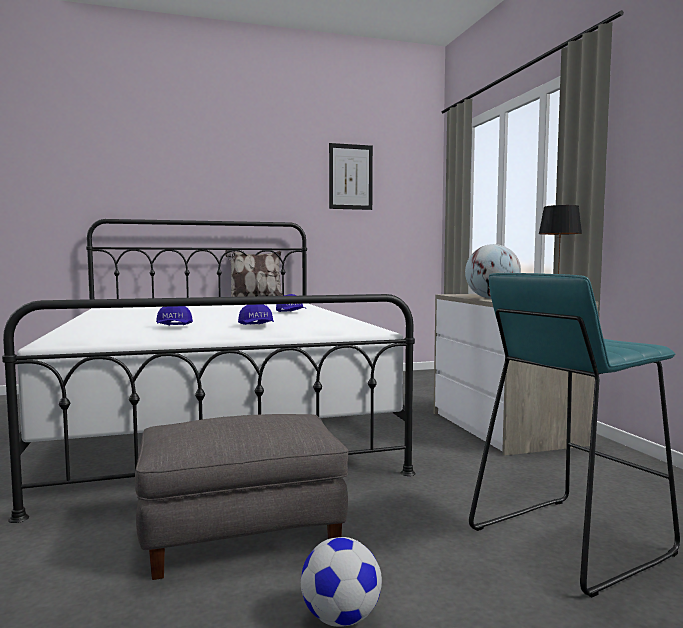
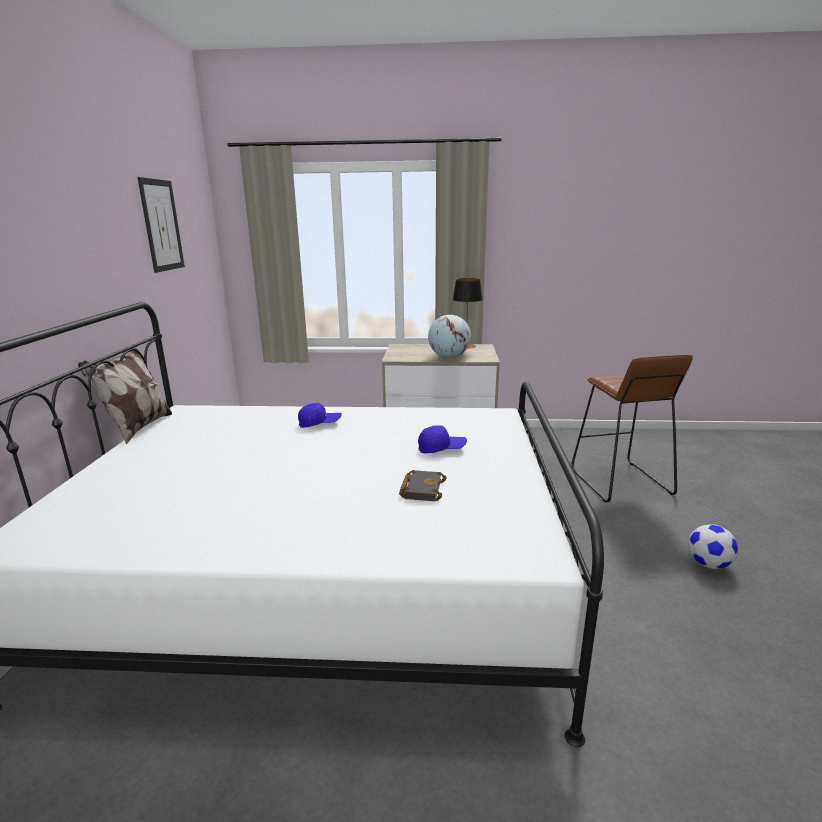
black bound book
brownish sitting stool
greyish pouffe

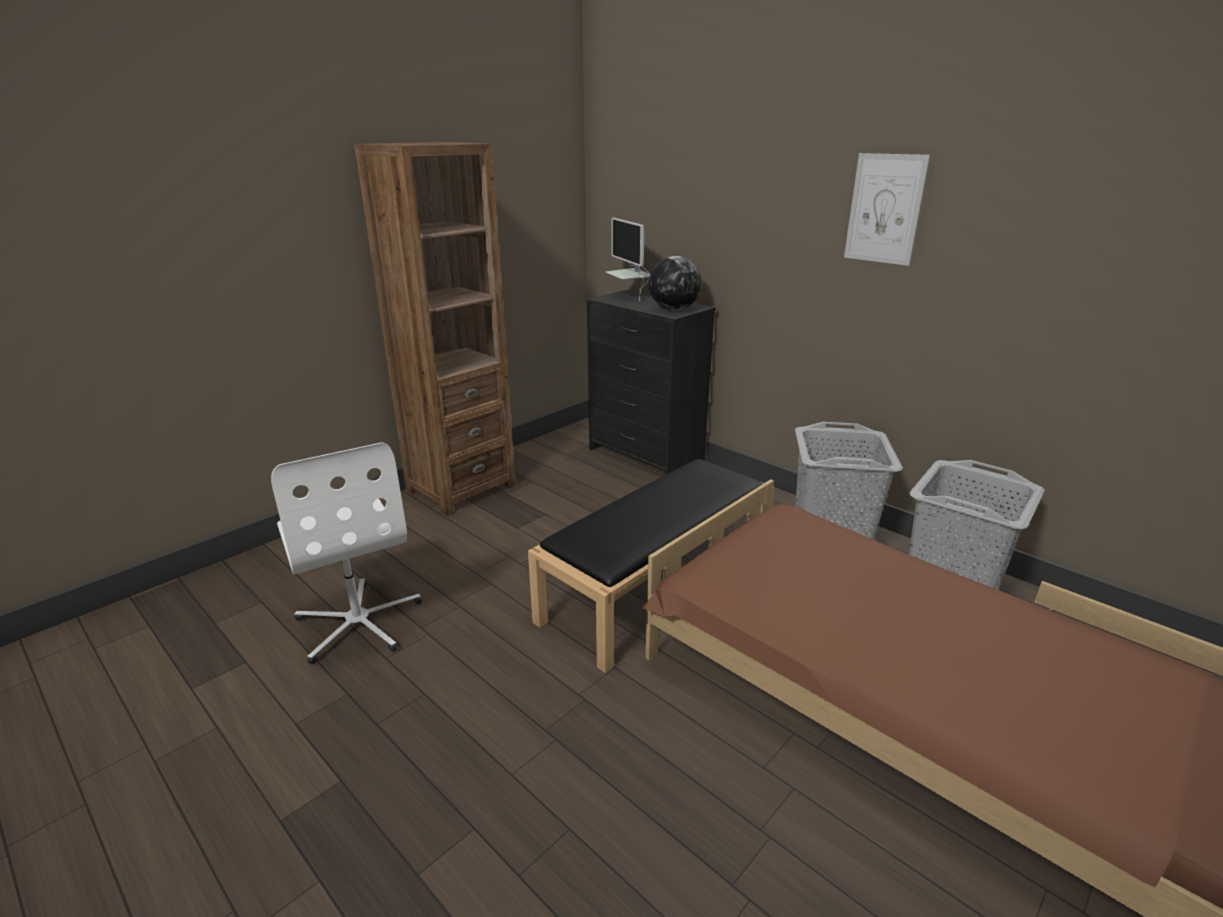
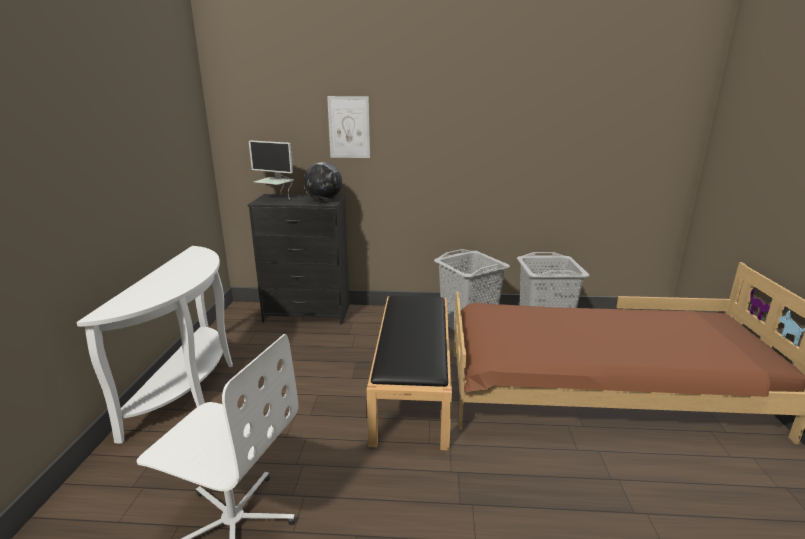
white narrow table
picture

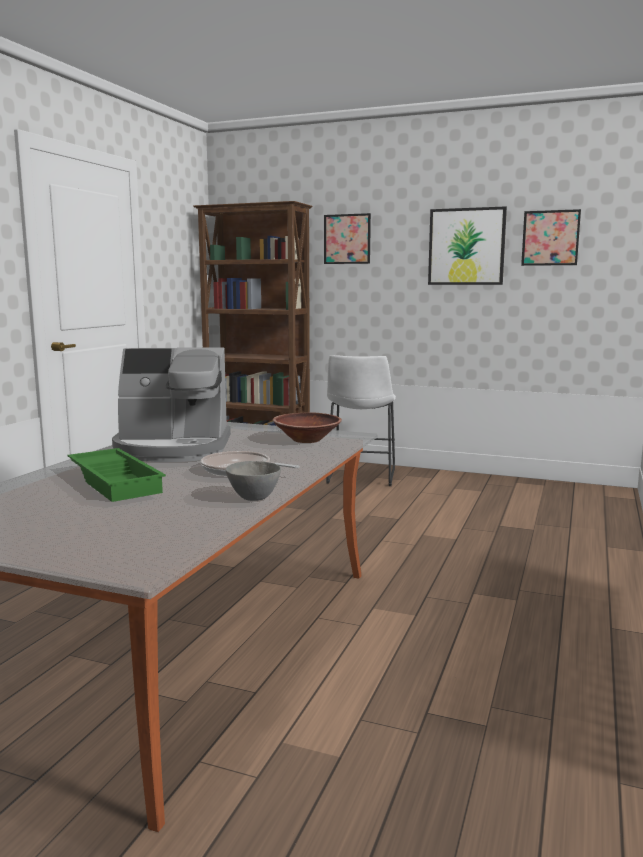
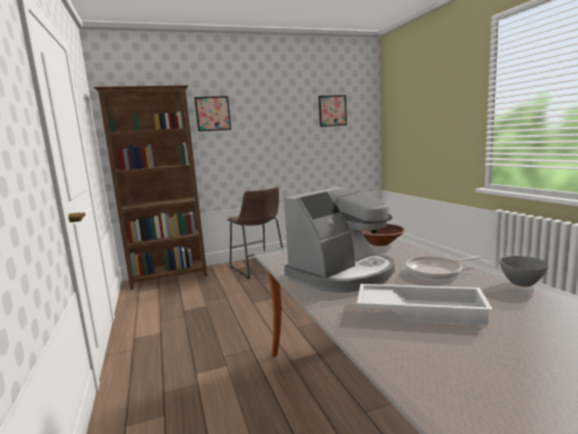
brownish sitting stool
white carrying tray
picture (2nd from left in the first image)

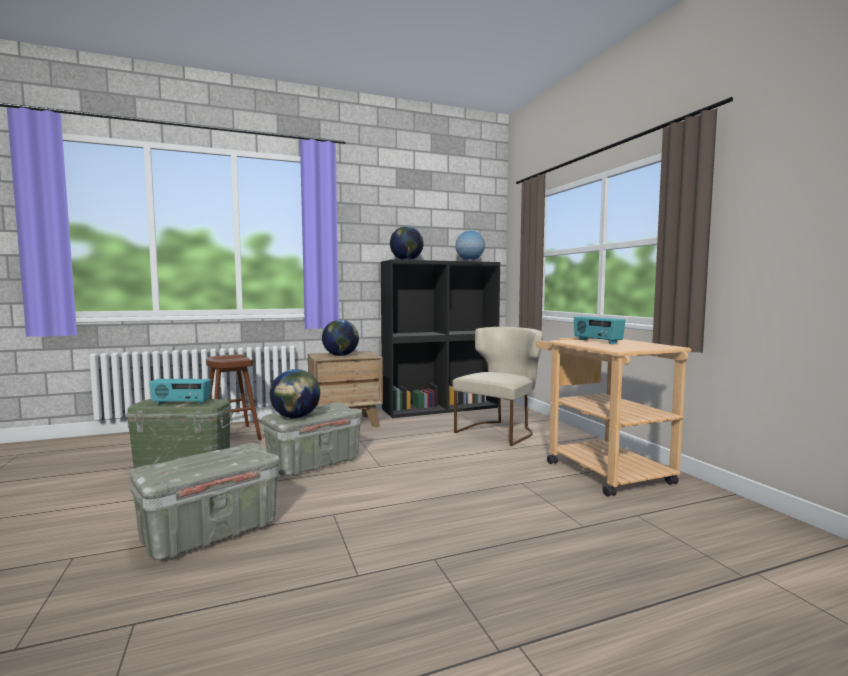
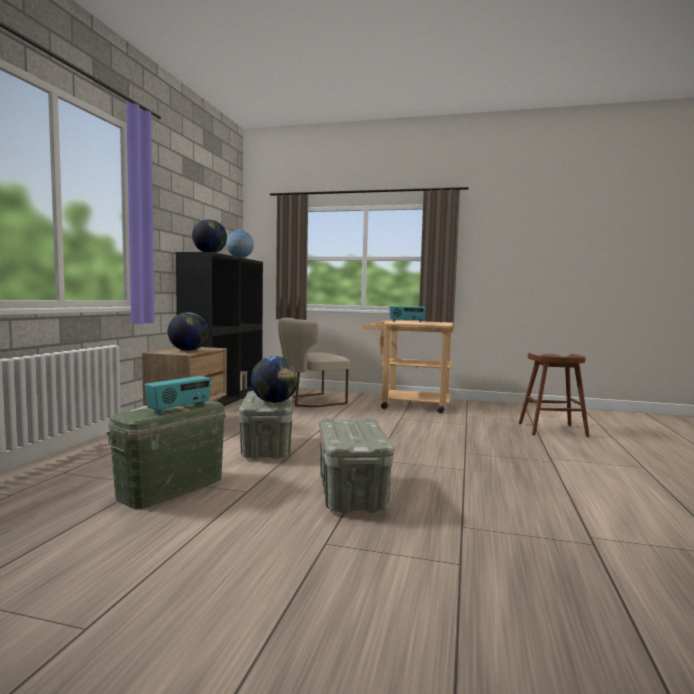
beige-coloured upright chair
brownish sitting stool

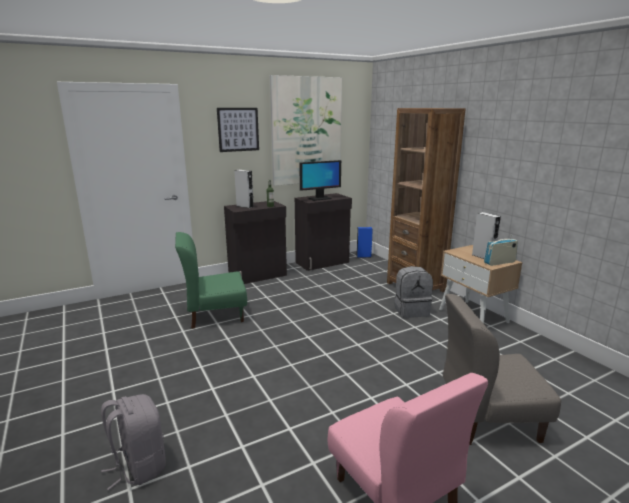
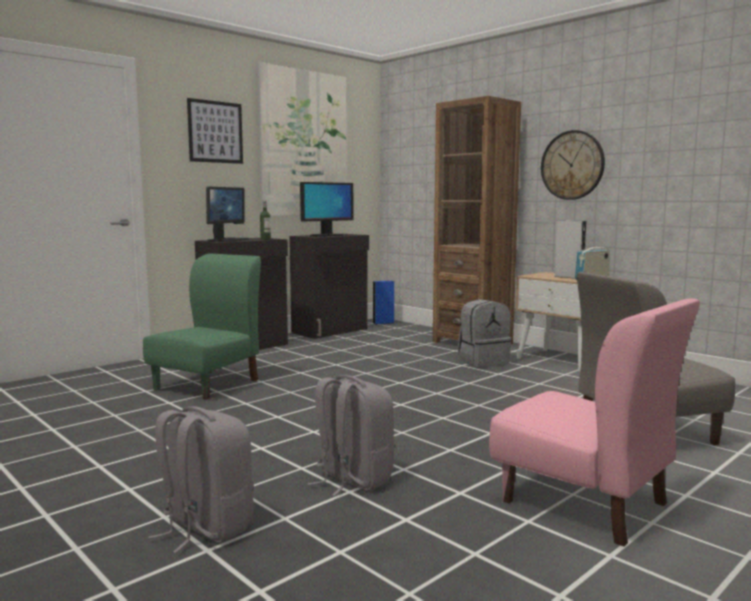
greenish upright chair
monitor (1st from left)
greyish backpack (2nd from left)
clock on the wall

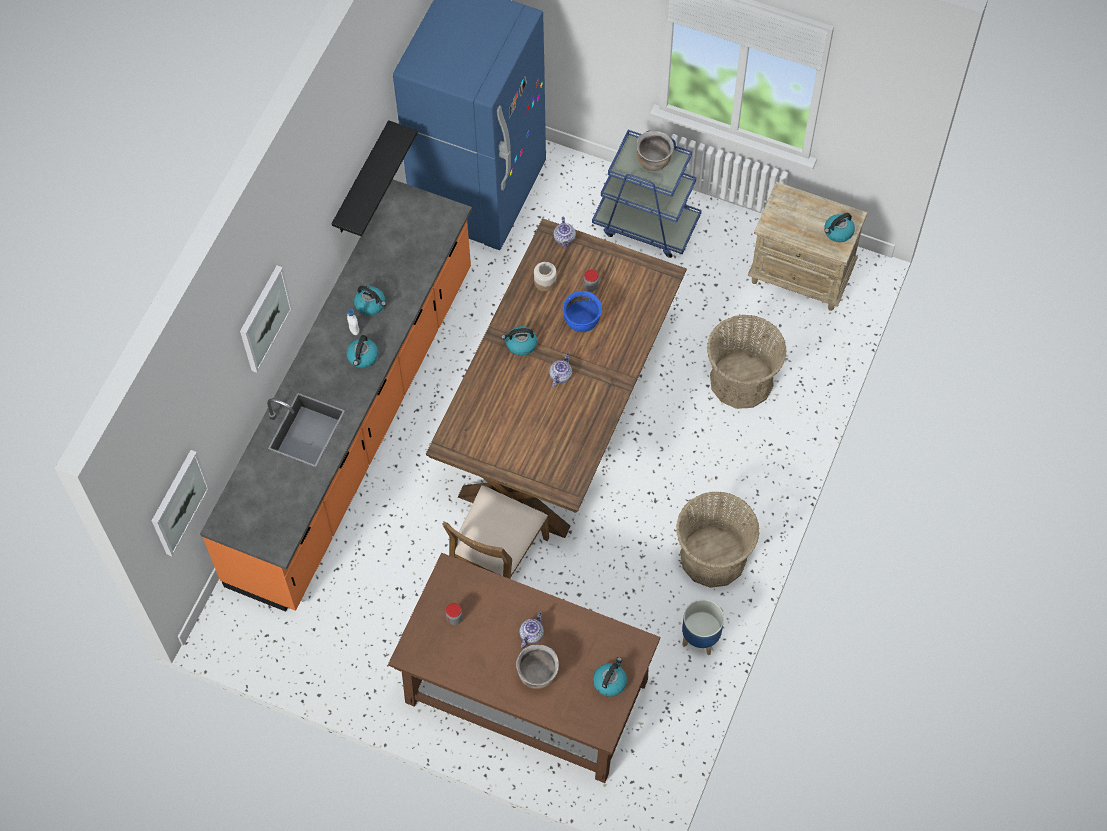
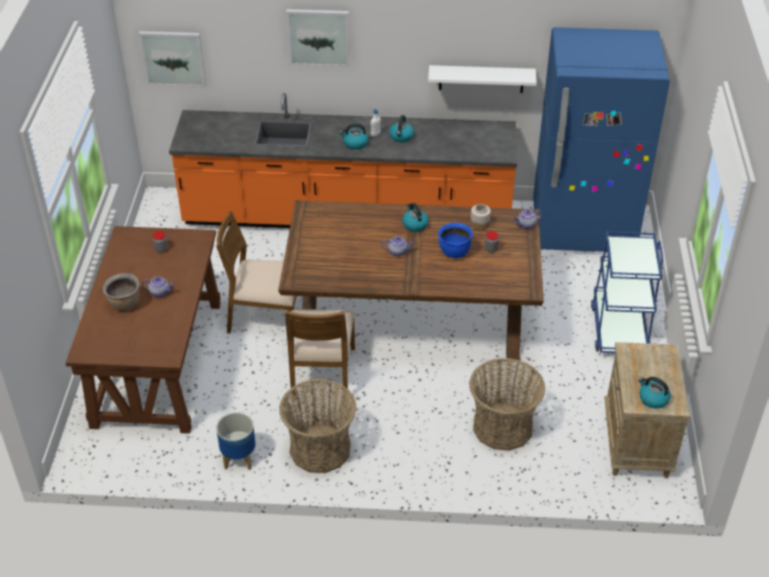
brownish upright chair (2nd from left)
white shelf
tea kettle (4th from left in the first image)
brownish saucepot (2nd from left in the first image)

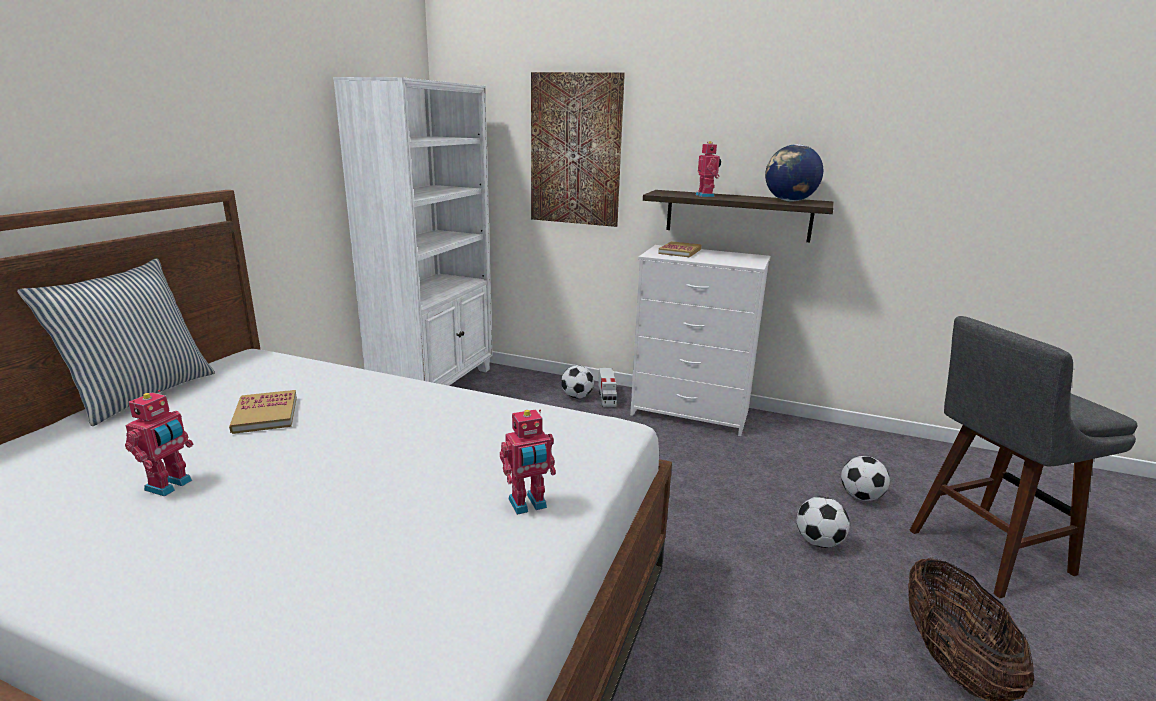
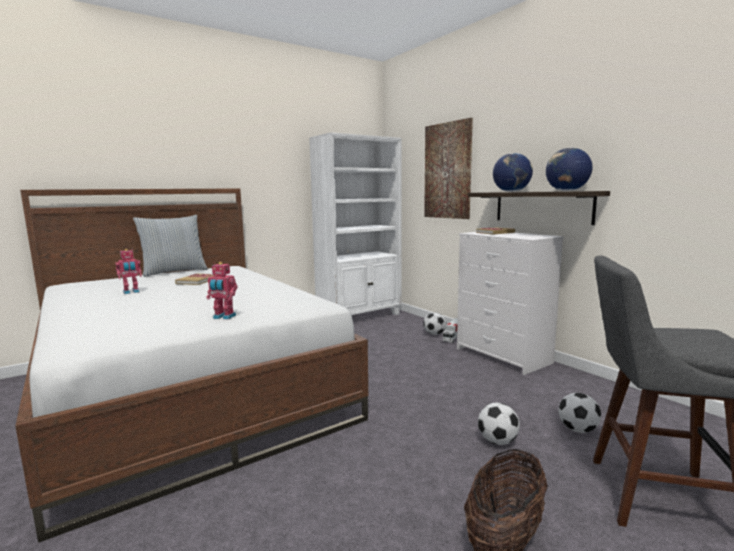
world globe (1st from left)

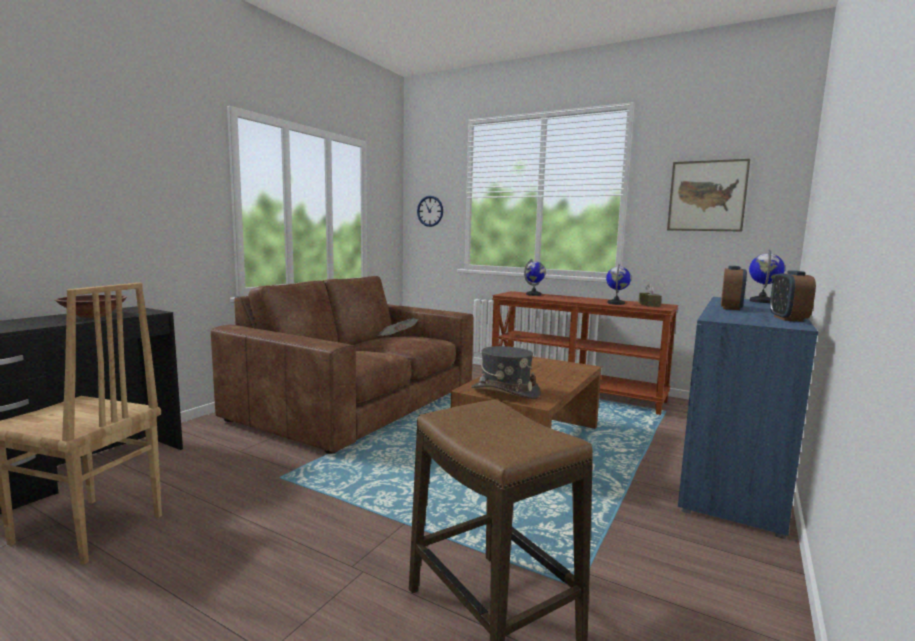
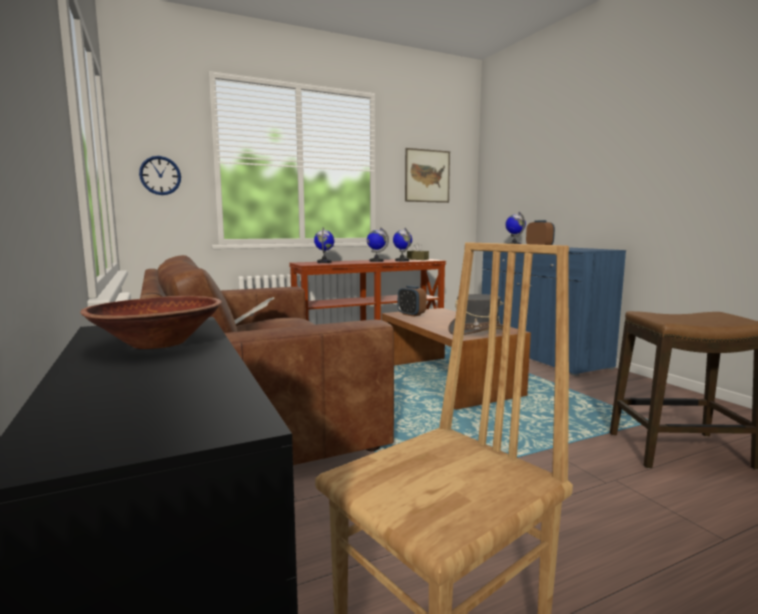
world globe (2nd from left)
table clock (1st from left)

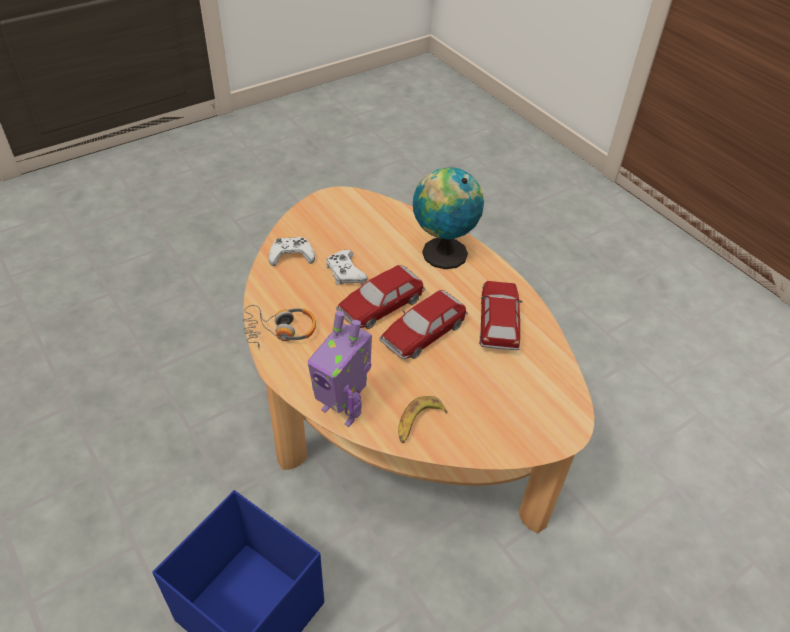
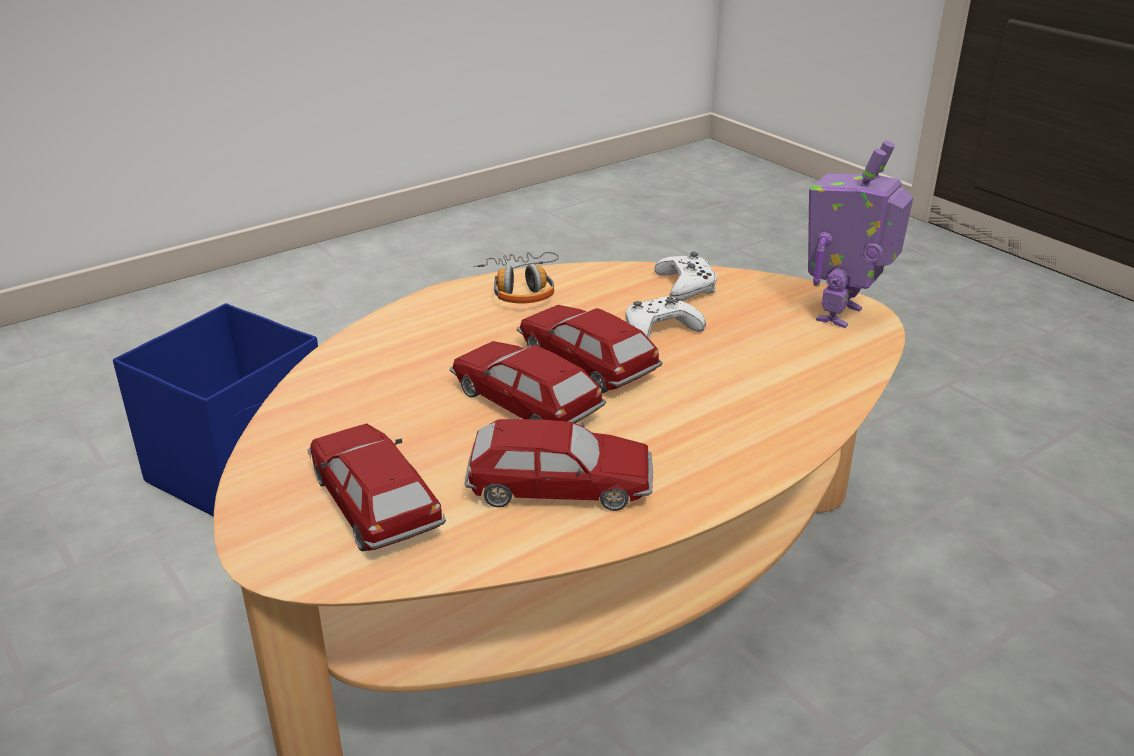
toy car (1st from left)
robot figure
banana
world globe

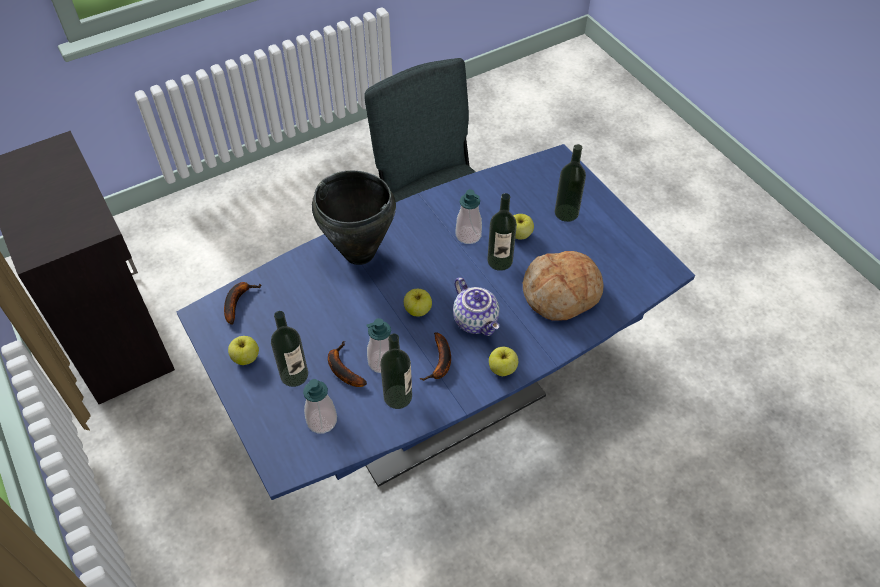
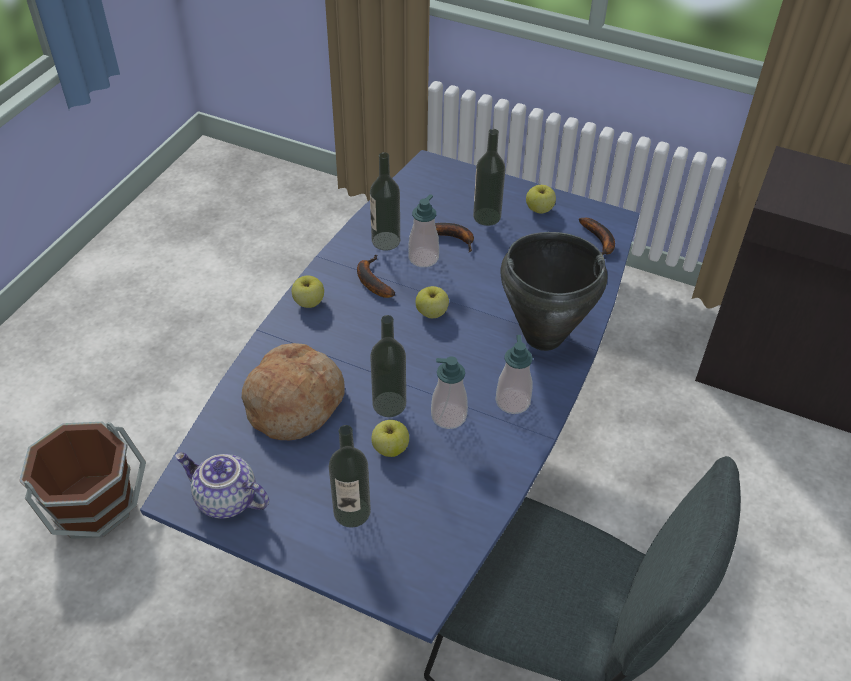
brownish bucket
tea pot
liquid soap bottle (3rd from left)

